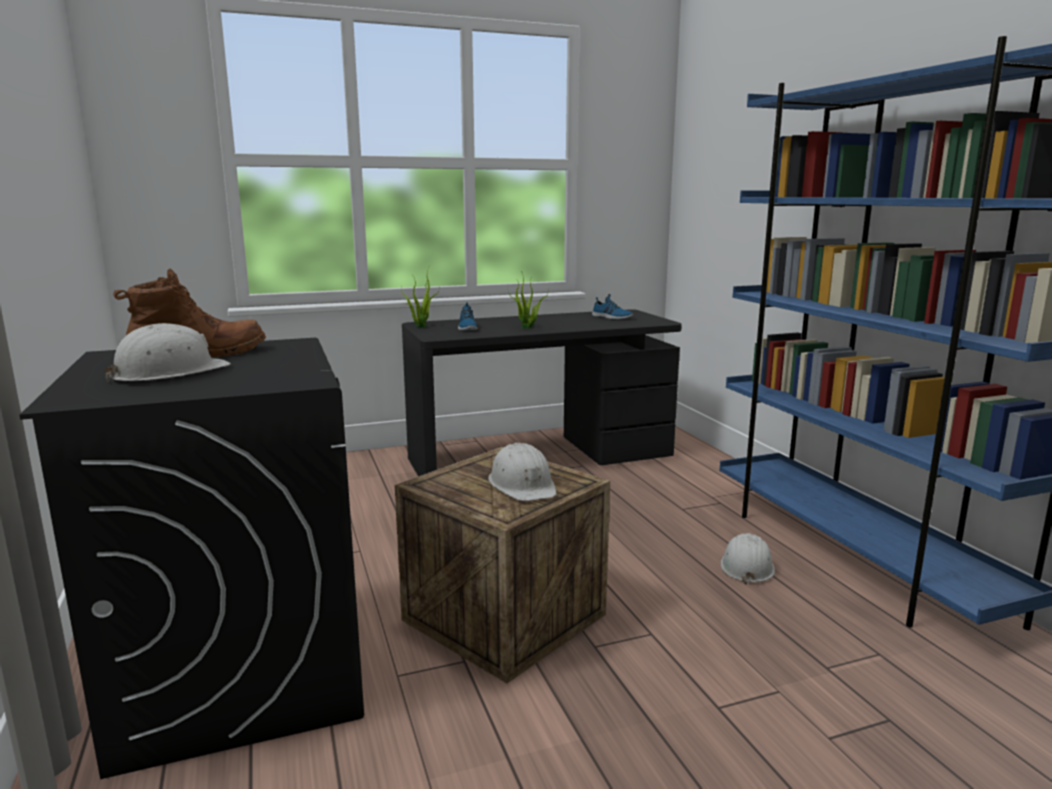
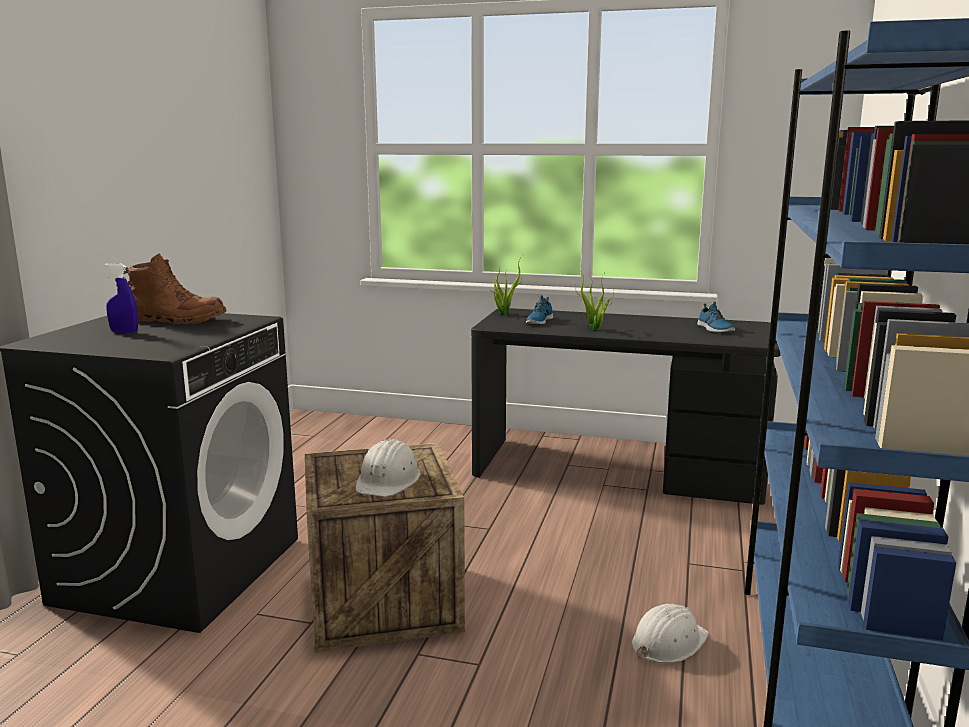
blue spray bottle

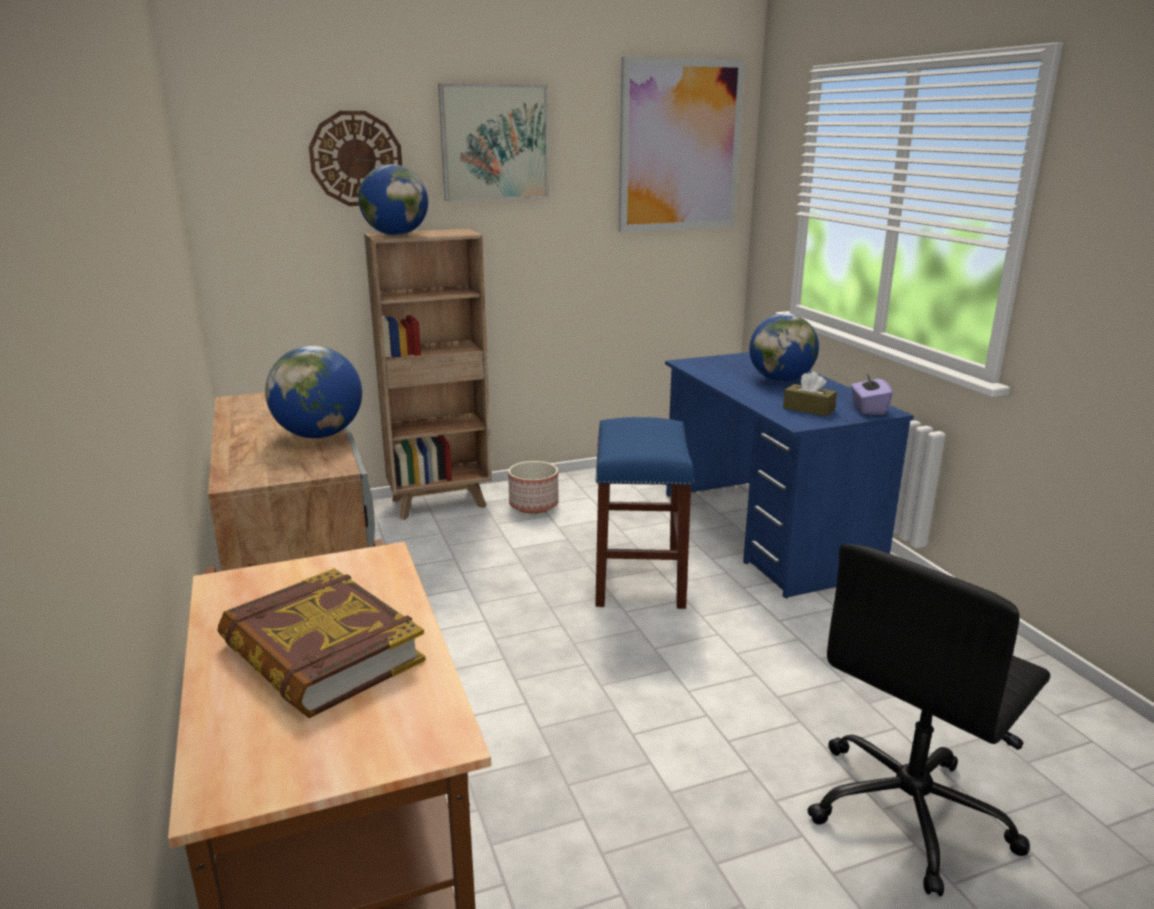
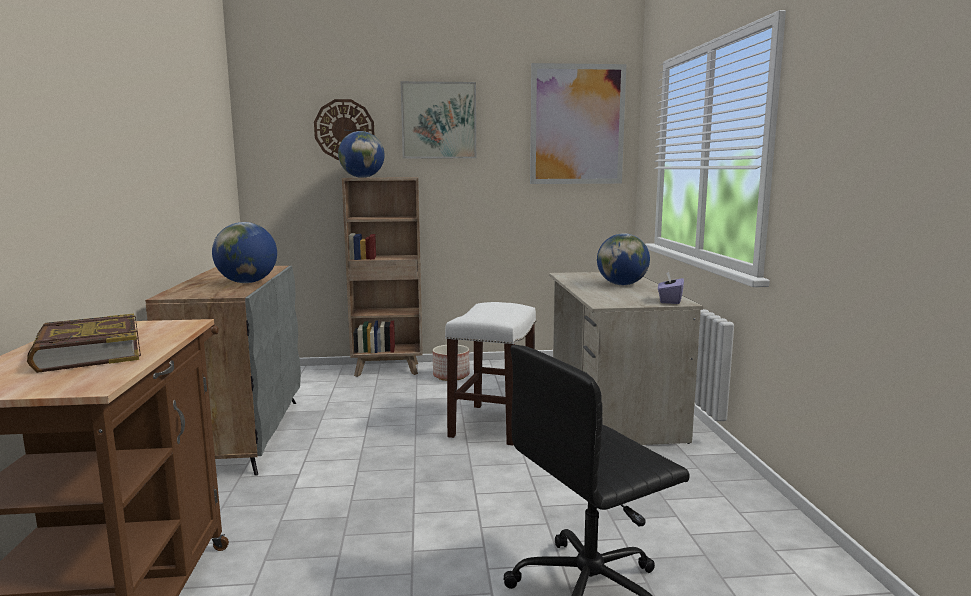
white sitting stool
beige-coloured desk table
brownish box of tissues

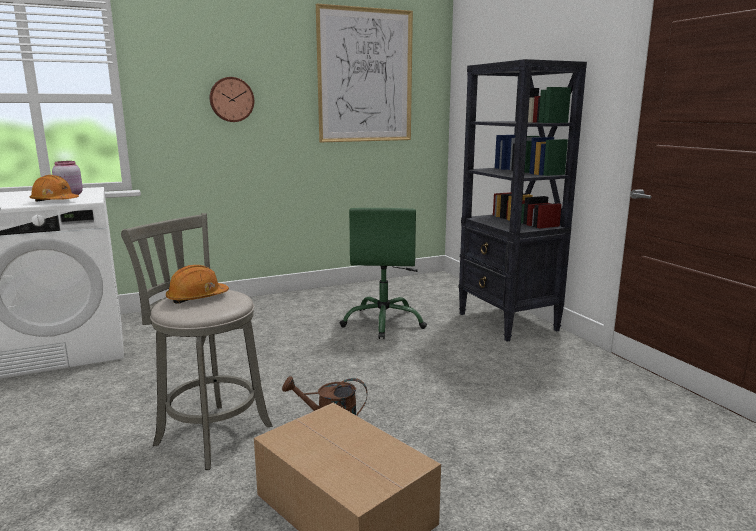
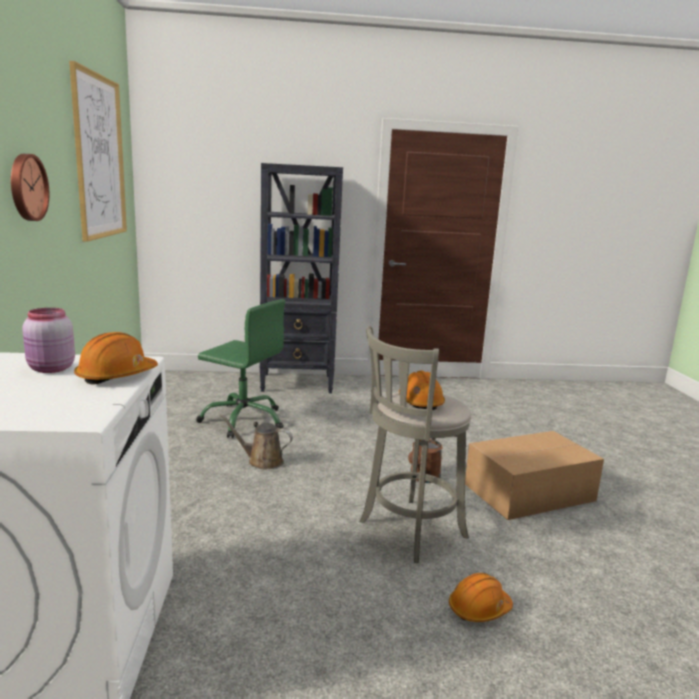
brownish watering can (1st from left)
orange-coloured safety helmet (3rd from left)

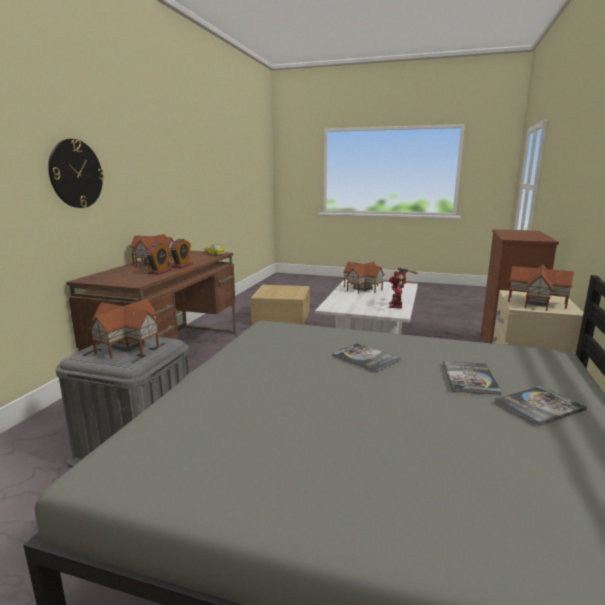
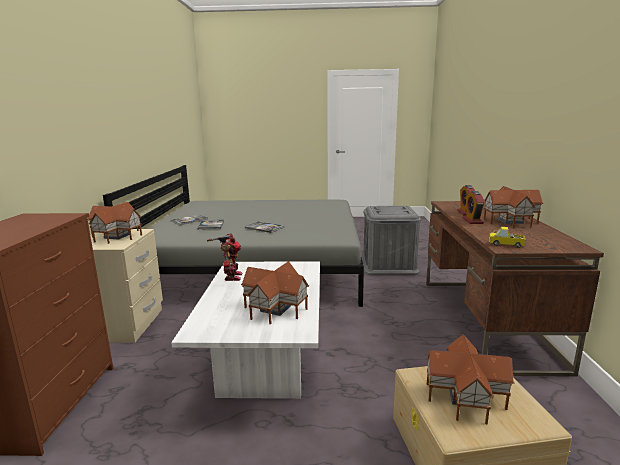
model house (3rd from left)
clock on the wall

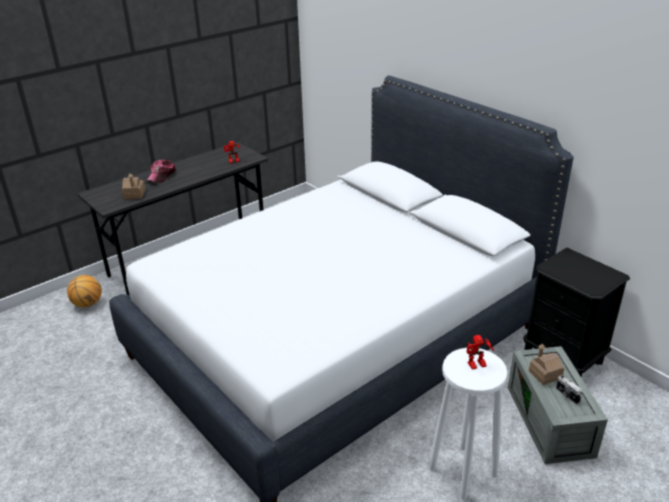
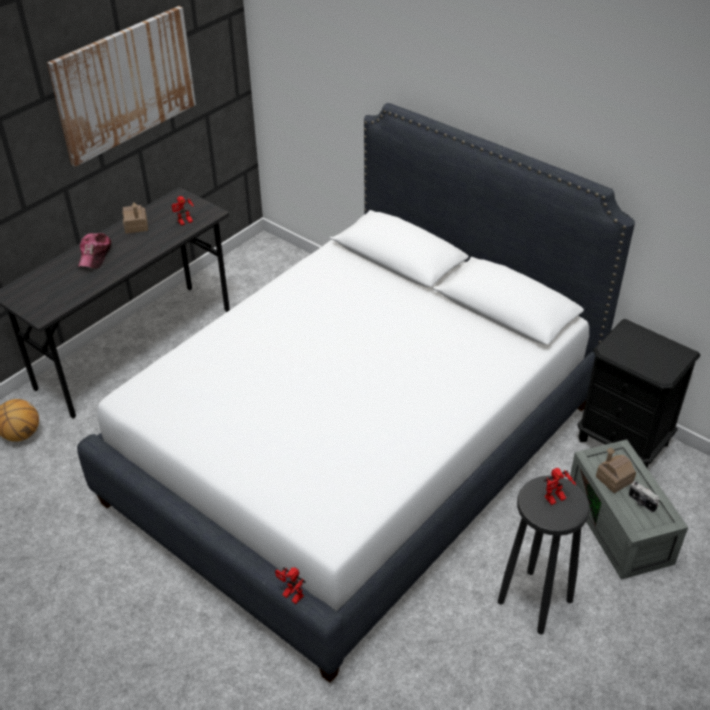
picture
model house (1st from left)
robot figure (2nd from left)
black sitting stool

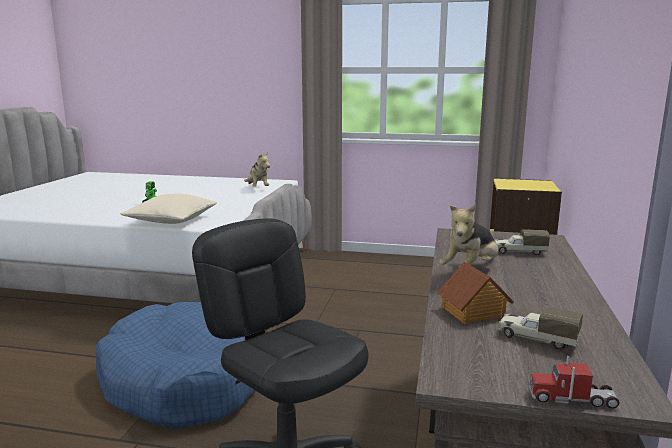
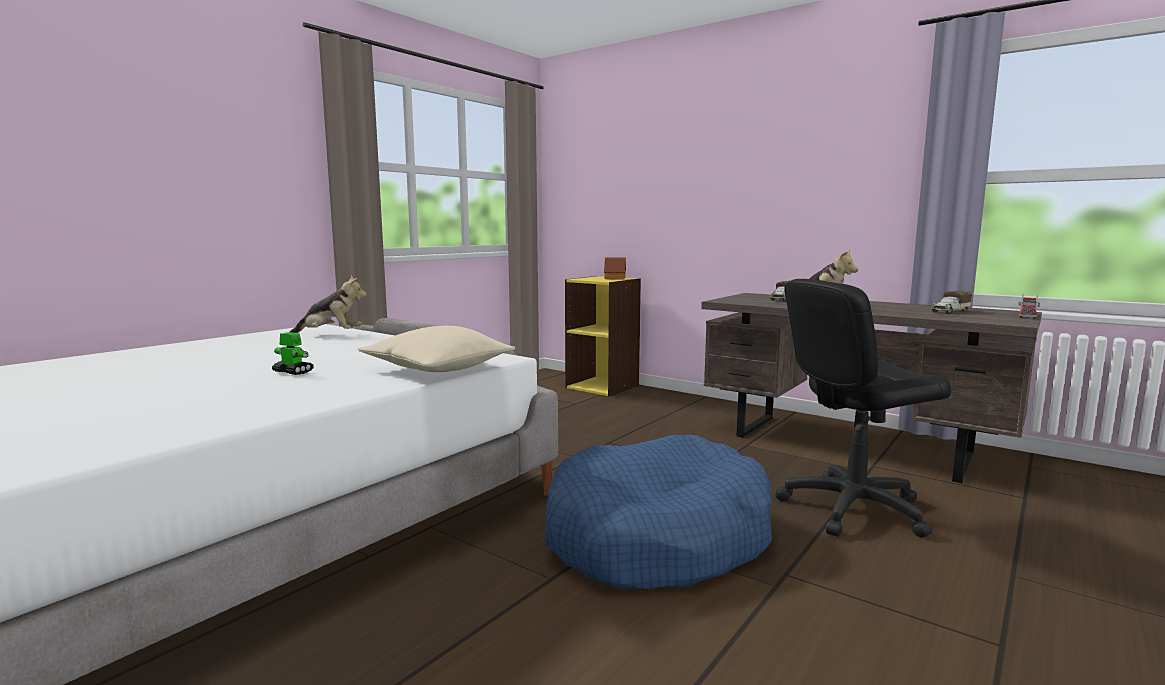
model house

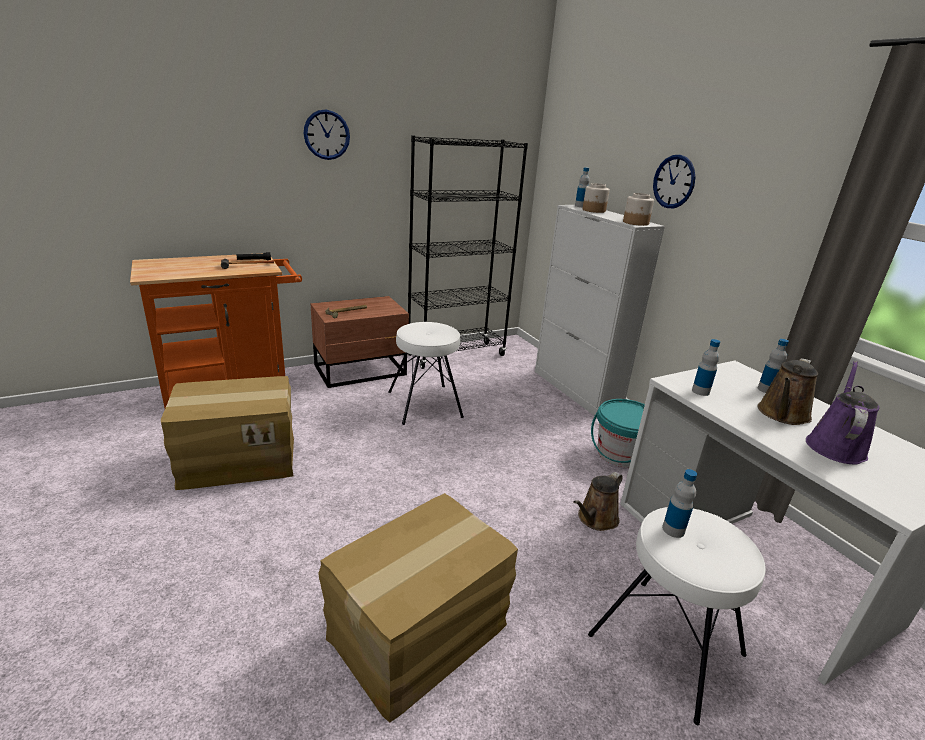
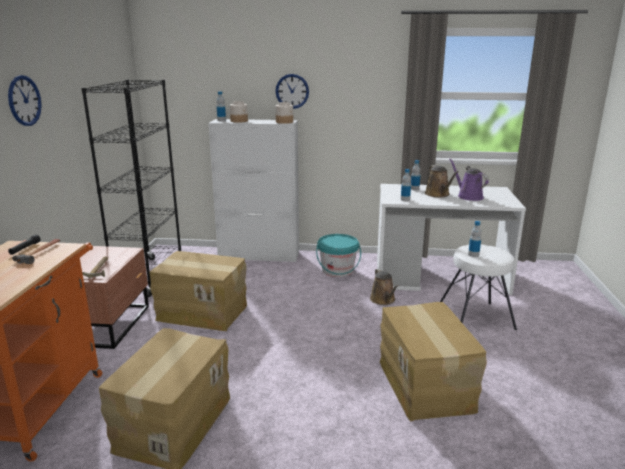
carton (2nd from left)

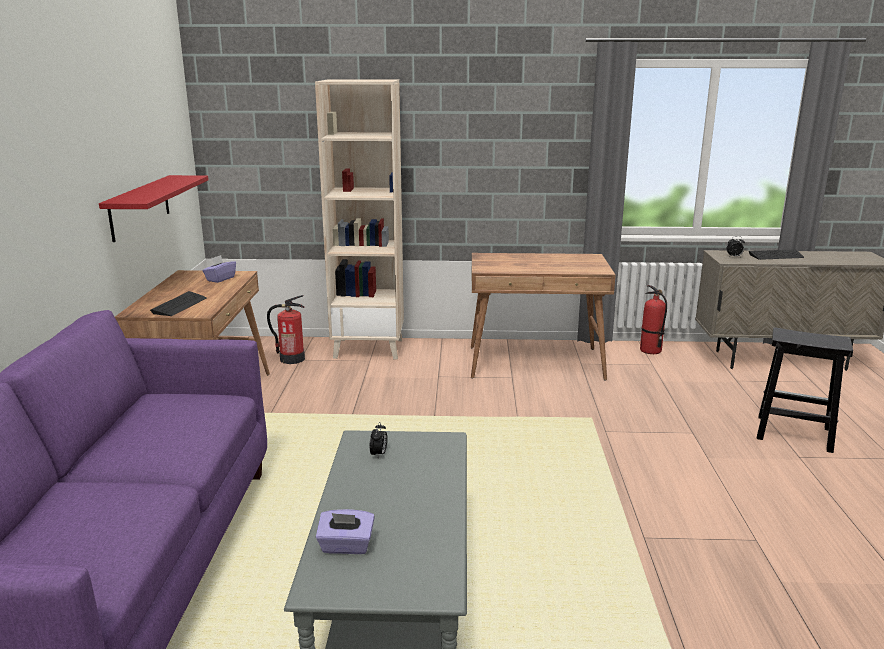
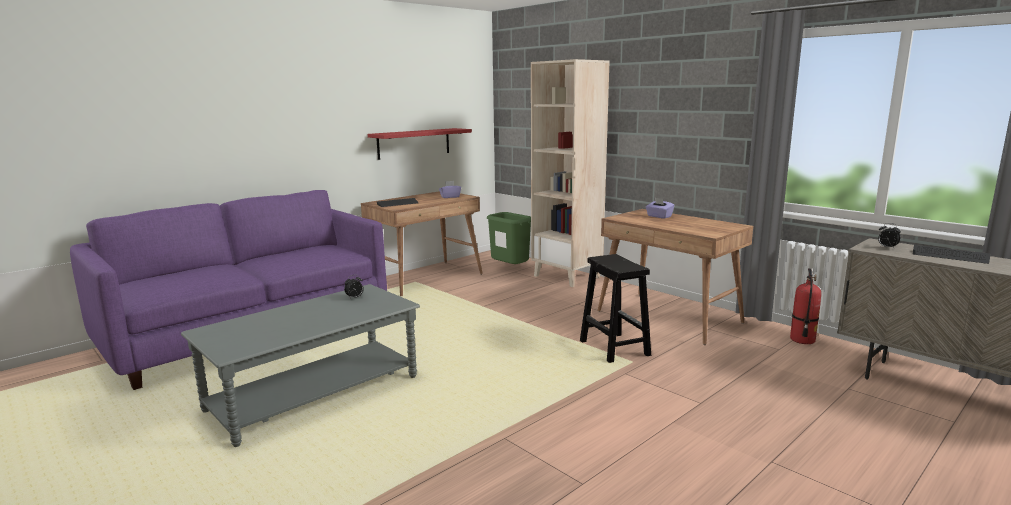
greenish waste bin
black sitting stool
purplish box of tissues (2nd from left)

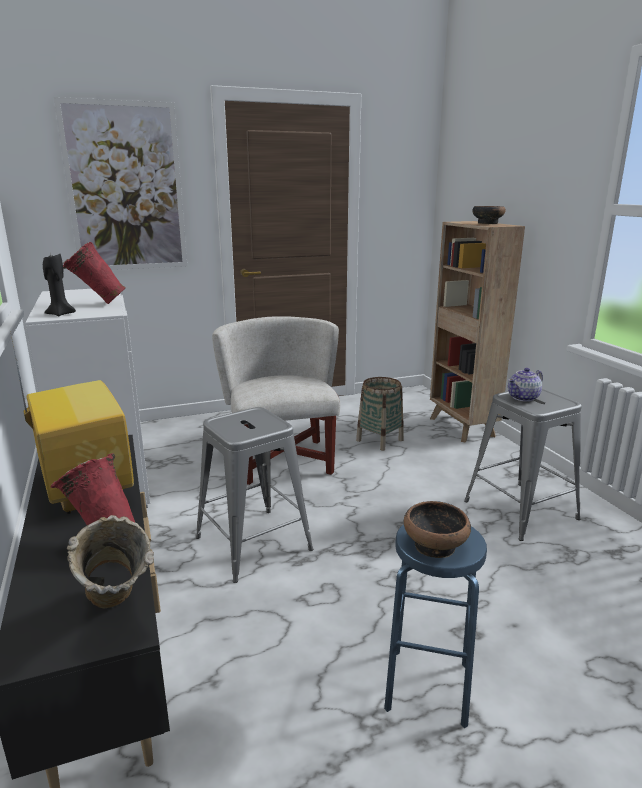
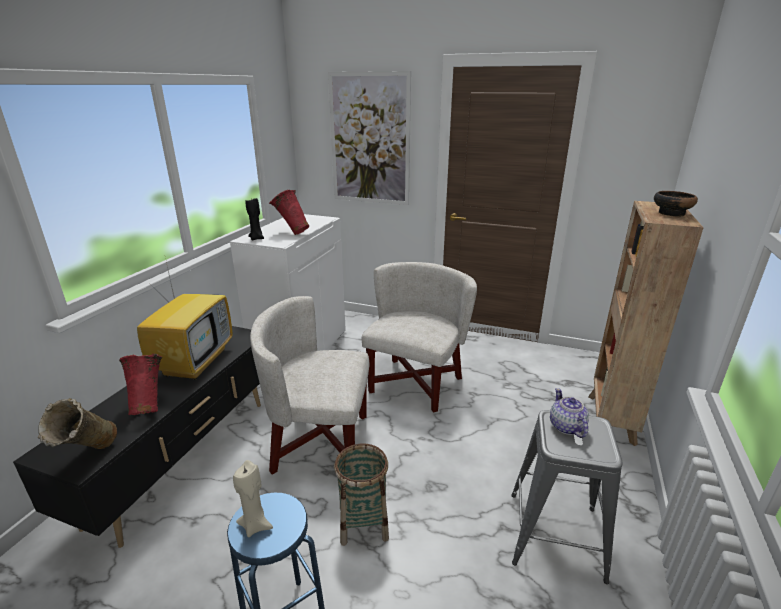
beige-coloured wax candle
white easy chair (1st from left)
storage basket
tea pot

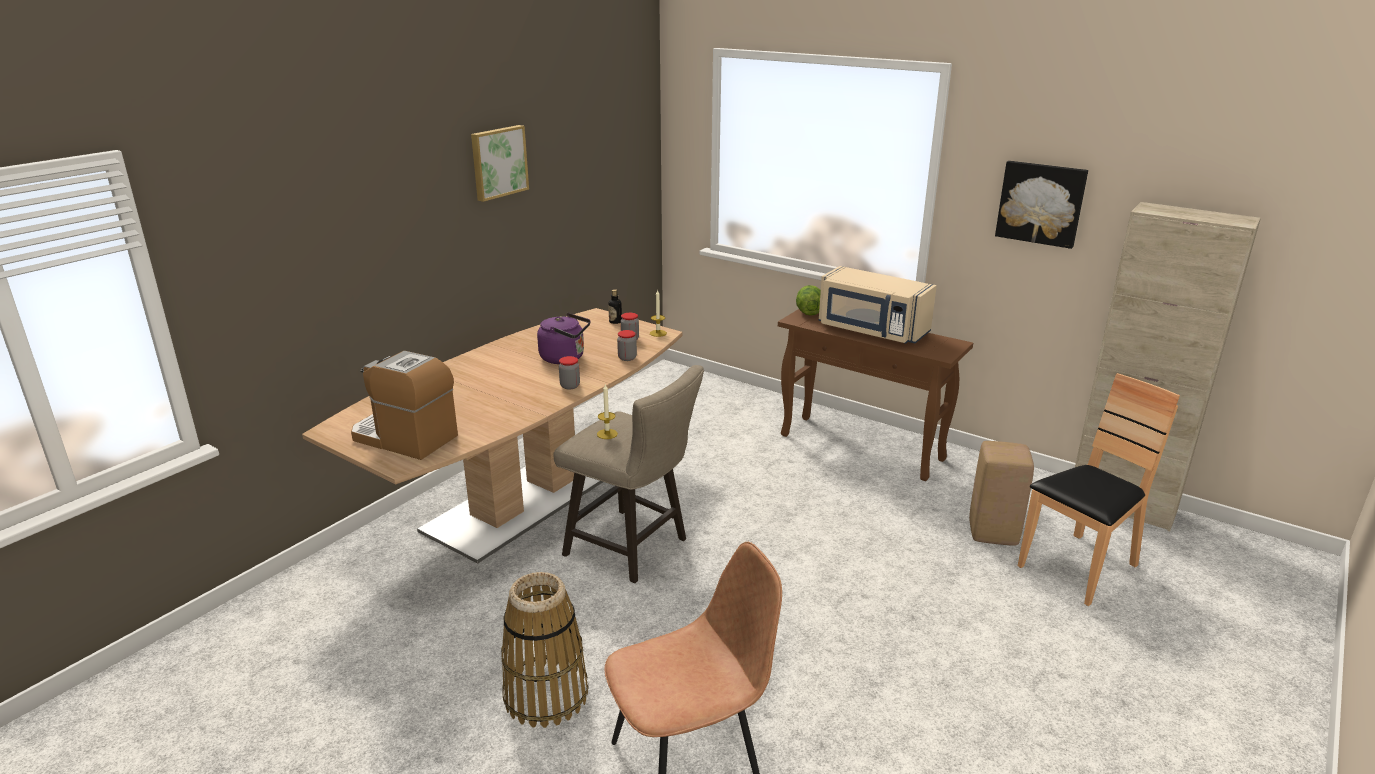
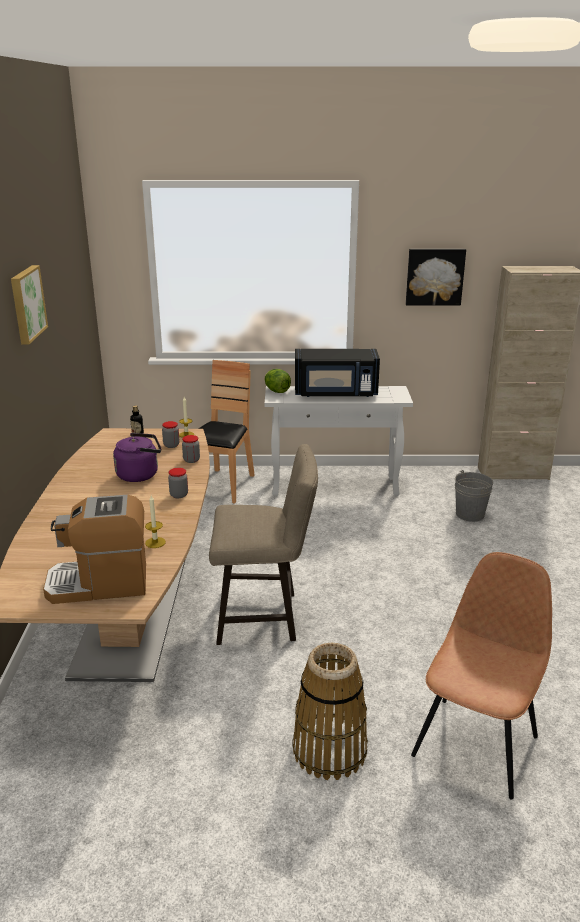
wax candle (1st from left)
brownish upright chair (1st from left)
white narrow table
black microwave oven
greyish bucket

